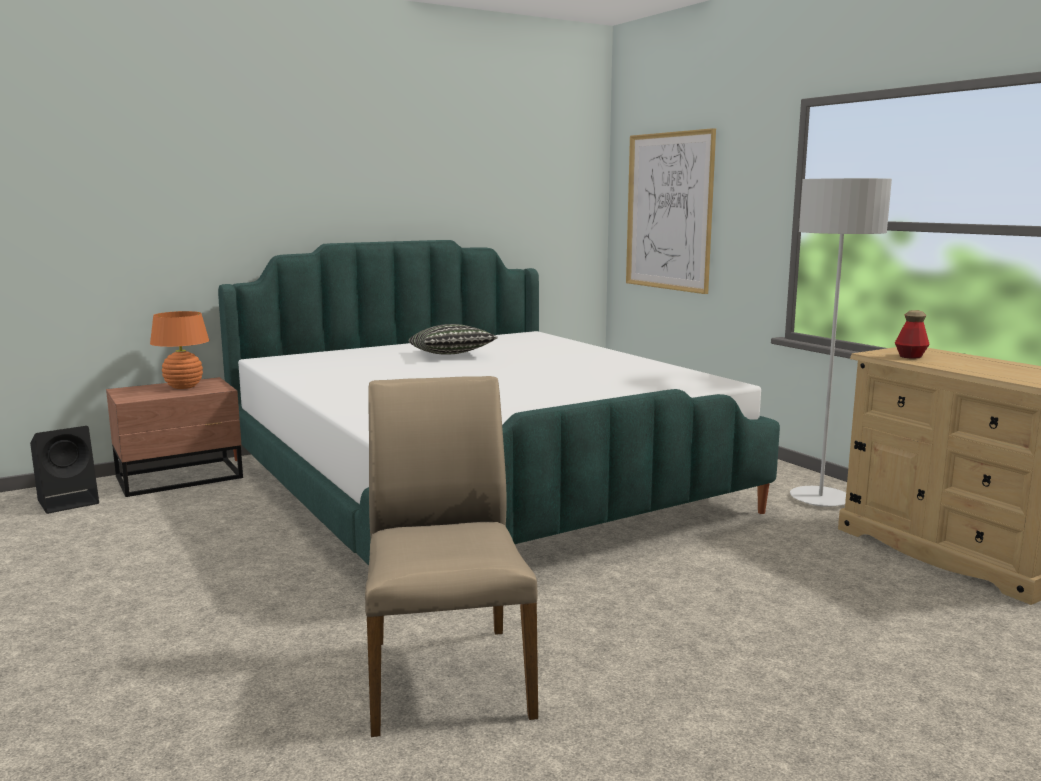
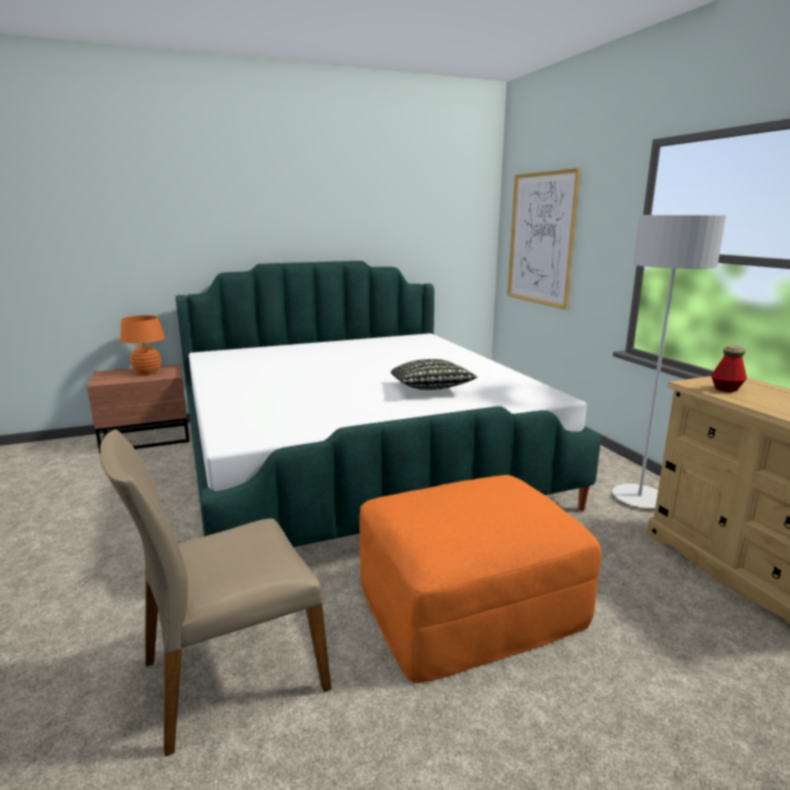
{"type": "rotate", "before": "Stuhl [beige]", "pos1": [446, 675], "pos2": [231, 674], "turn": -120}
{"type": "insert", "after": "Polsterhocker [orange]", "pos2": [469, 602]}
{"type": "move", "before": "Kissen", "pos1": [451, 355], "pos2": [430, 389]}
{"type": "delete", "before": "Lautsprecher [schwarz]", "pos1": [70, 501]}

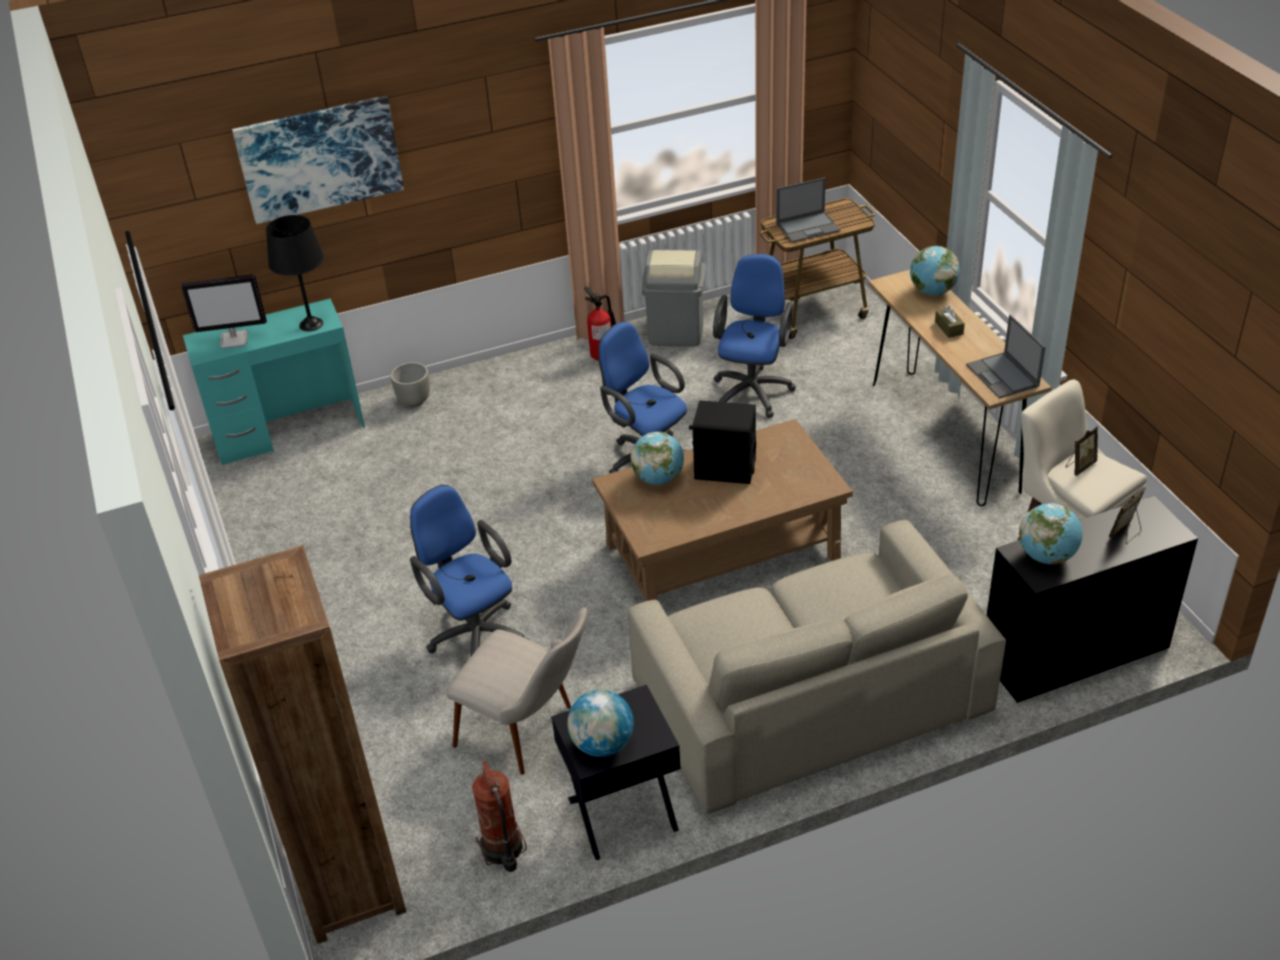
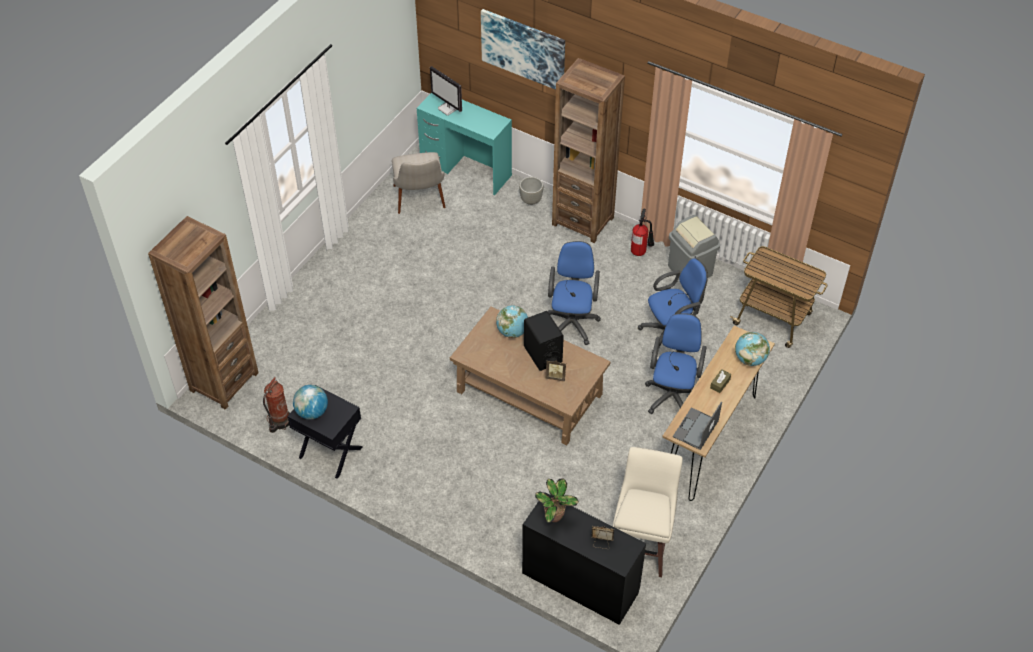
{"type": "move", "before": "Stuhl [beige]", "pos1": [530, 733], "pos2": [420, 204]}
{"type": "replace", "before": "Globus", "after": "Topfpflanze", "pos1": [1047, 556], "pos2": [555, 516]}
{"type": "move", "before": "Bilderrahmen", "pos1": [1079, 466], "pos2": [555, 377]}
{"type": "insert", "after": "Bücherregal [braun]", "pos2": [583, 221]}
{"type": "move", "before": "Bürostuhl [blau]", "pos1": [475, 634], "pos2": [673, 394]}
{"type": "delete", "before": "Tischlampe [schwarz]", "pos1": [311, 324]}
{"type": "delete", "before": "Sofa [beige]", "pos1": [808, 696]}
{"type": "delete", "before": "Laptop", "pos1": [808, 227]}

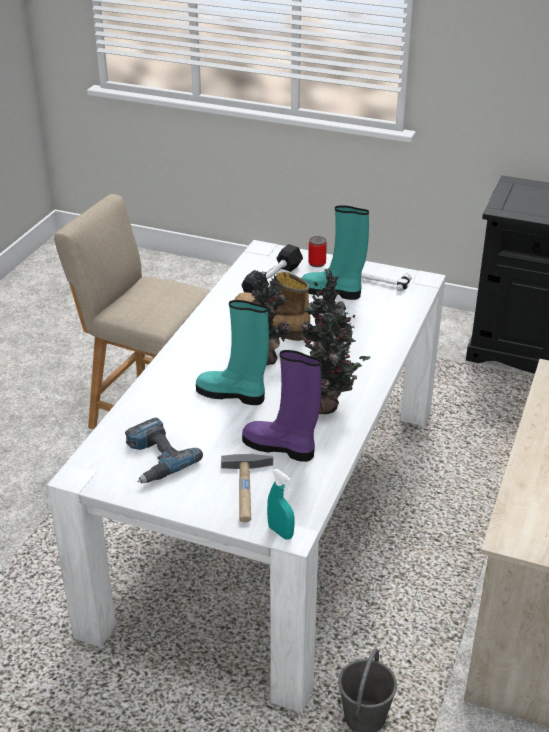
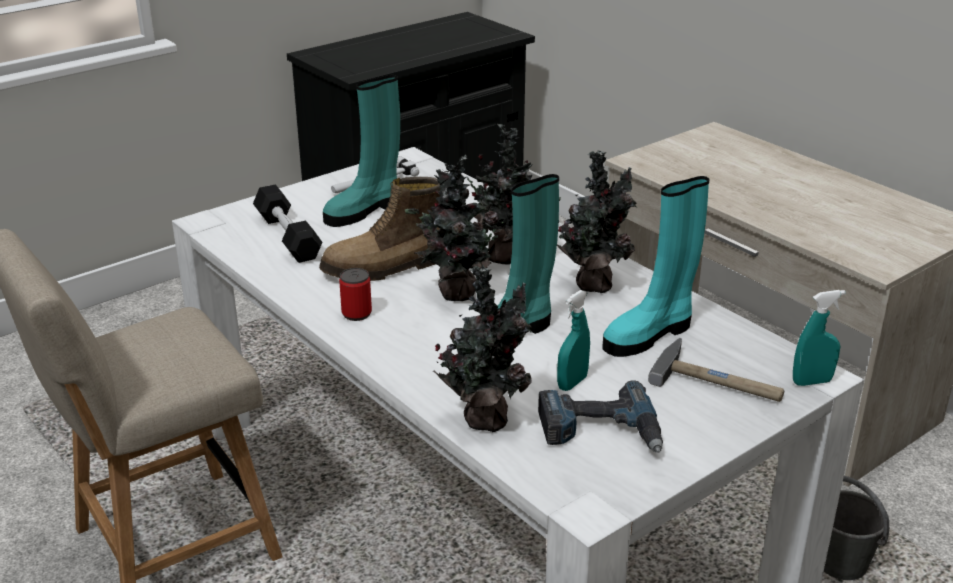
{"type": "move", "before": "Dose", "pos1": [317, 263], "pos2": [356, 314]}
{"type": "insert", "after": "Topfpflanze", "pos2": [486, 417]}
{"type": "insert", "after": "Sprühflasche [türkis]", "pos2": [572, 383]}
{"type": "recolor", "before": "Stiefel [lila]", "after": "Stiefel [türkis]", "pos1": [280, 447], "pos2": [649, 335]}

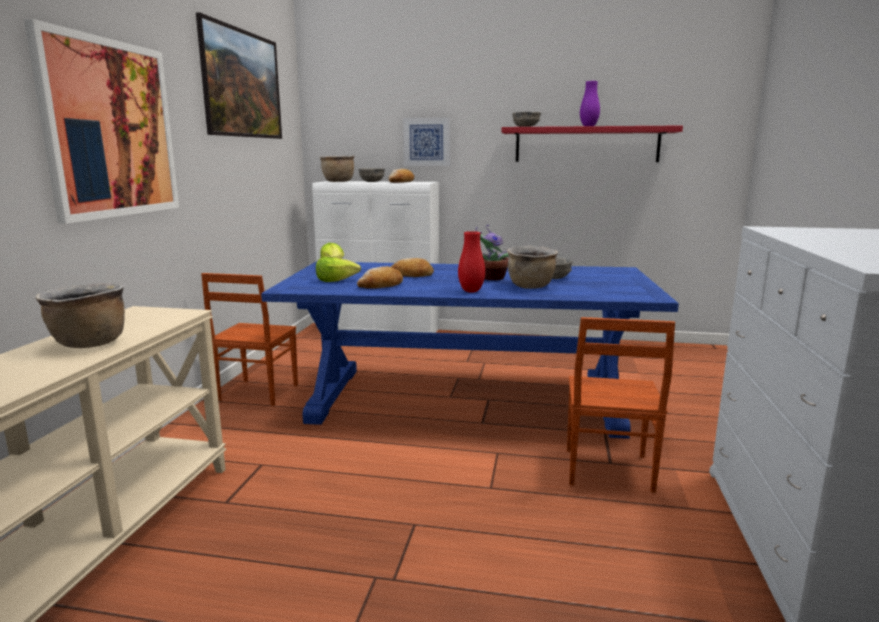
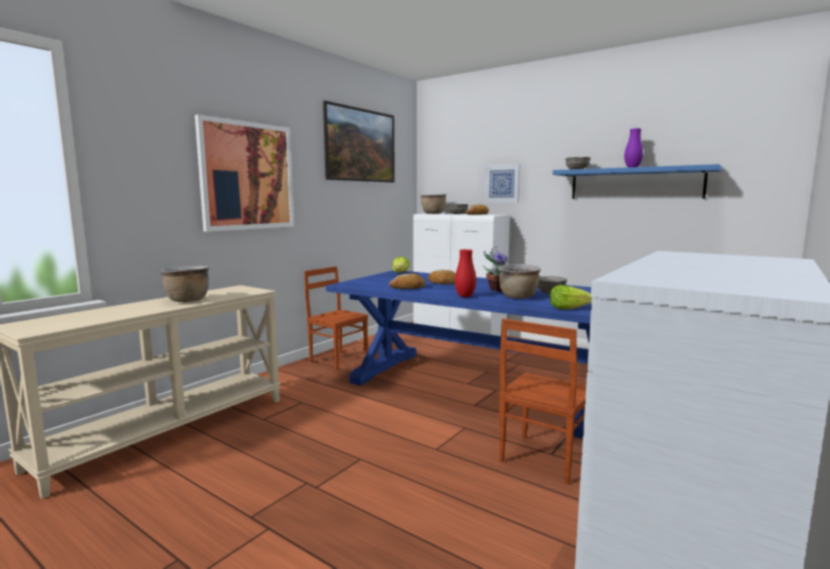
{"type": "rotate", "before": "Stuhl [braun]", "pos1": [256, 393], "pos2": [338, 359], "turn": 90}
{"type": "move", "before": "Salatkopf", "pos1": [336, 281], "pos2": [569, 308]}
{"type": "recolor", "before": "Wandregal [rot]", "after": "Wandregal [blau]", "pos1": [586, 145], "pos2": [635, 184]}

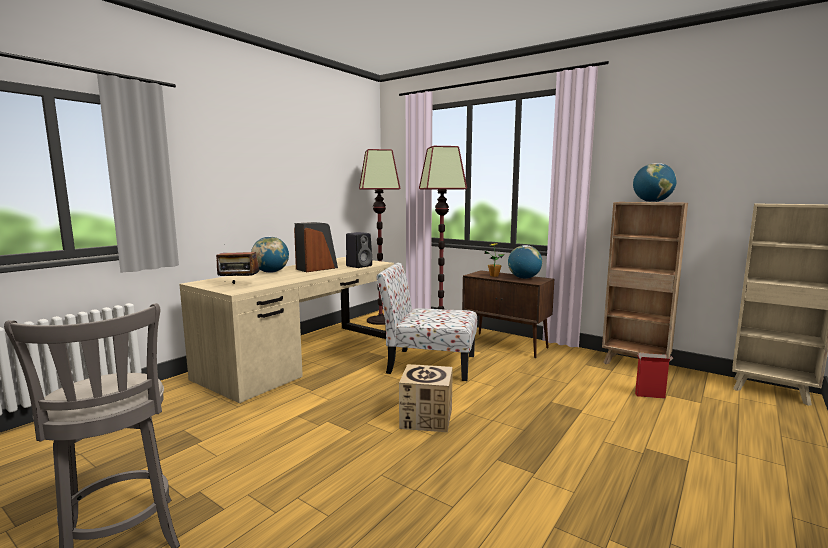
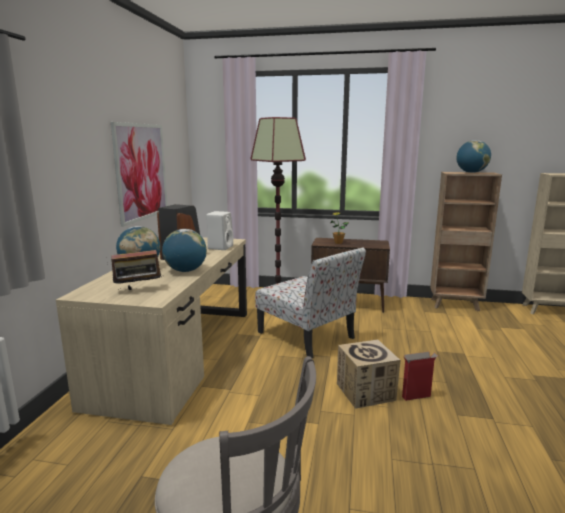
{"type": "insert", "after": "Bild", "pos2": [141, 172]}
{"type": "move", "before": "Globus", "pos1": [524, 278], "pos2": [185, 271]}
{"type": "recolor", "before": "Lautsprecher [schwarz]", "after": "Lautsprecher [weiß]", "pos1": [359, 266], "pos2": [220, 247]}
{"type": "rotate", "before": "Stuhl", "pos1": [429, 364], "pos2": [307, 336], "turn": -120}
{"type": "move", "before": "Karton", "pos1": [650, 396], "pos2": [416, 396]}
{"type": "delete", "before": "Stehlampe", "pos1": [381, 320]}

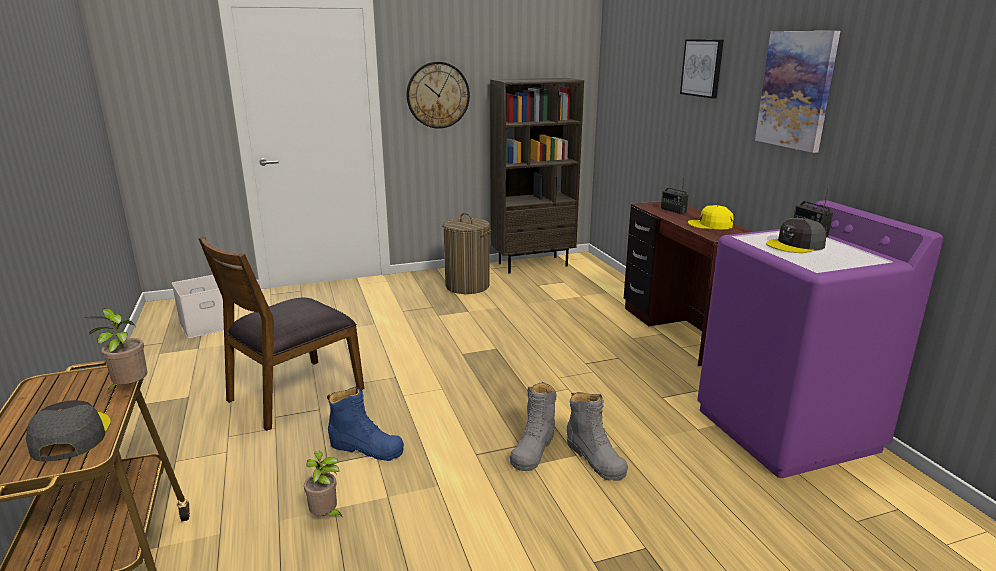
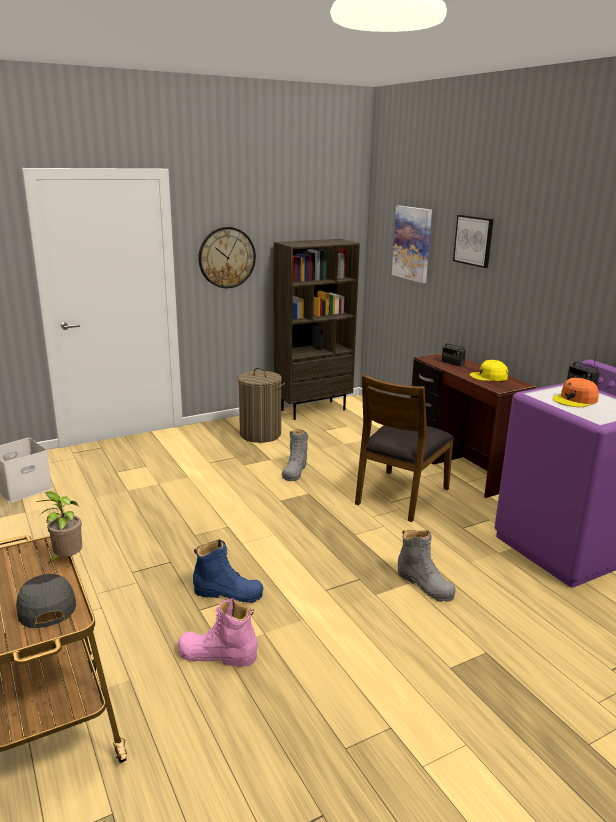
{"type": "replace", "before": "Topfpflanze", "after": "Stiefel [rosa]", "pos1": [326, 516], "pos2": [217, 655]}
{"type": "move", "before": "Stiefel [grau]", "pos1": [533, 448], "pos2": [295, 470]}
{"type": "move", "before": "Stuhl [braun]", "pos1": [294, 394], "pos2": [400, 495]}
{"type": "move", "before": "Bild", "pos1": [796, 90], "pos2": [412, 243]}
{"type": "recolor", "before": "Kappe [grau]", "after": "Kappe [orange]", "pos1": [796, 245], "pos2": [575, 400]}

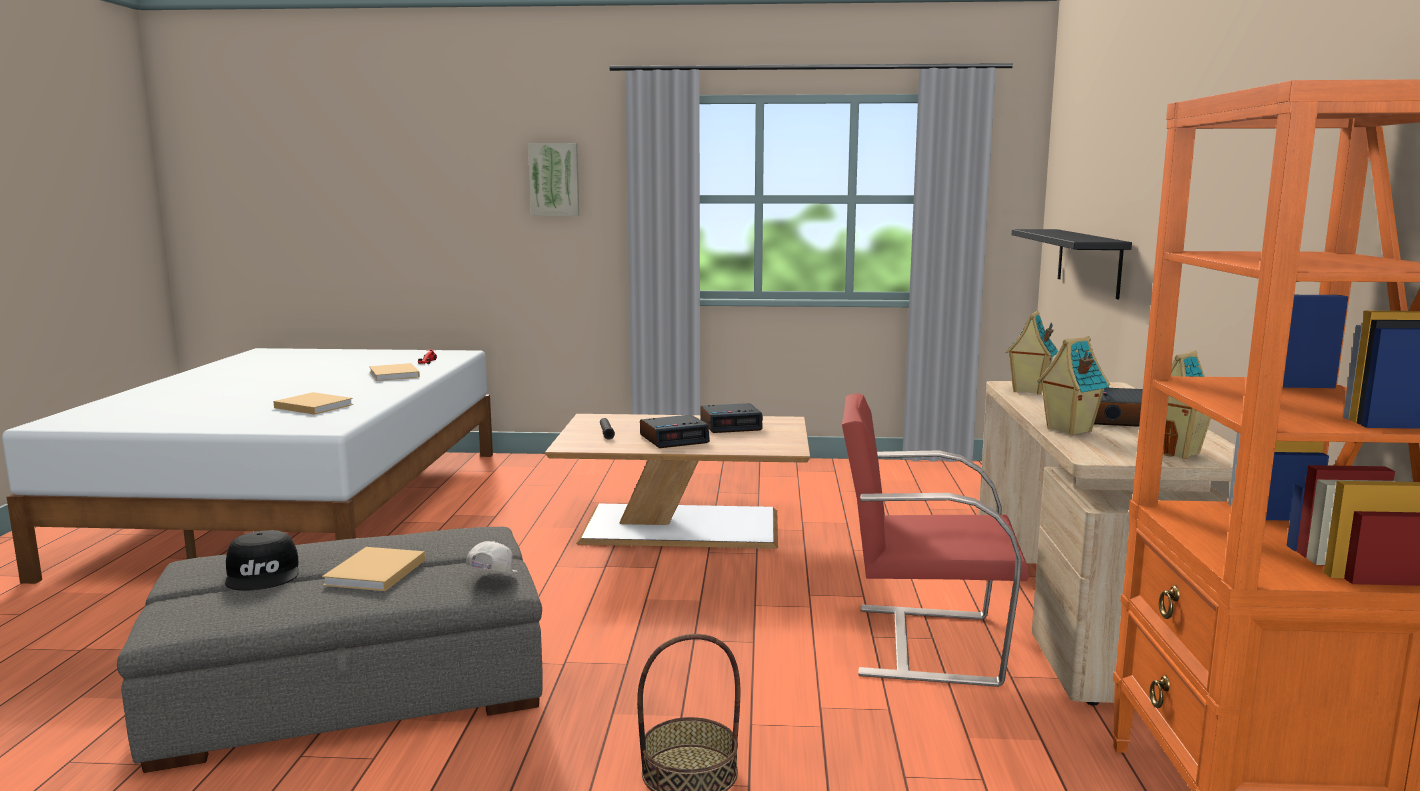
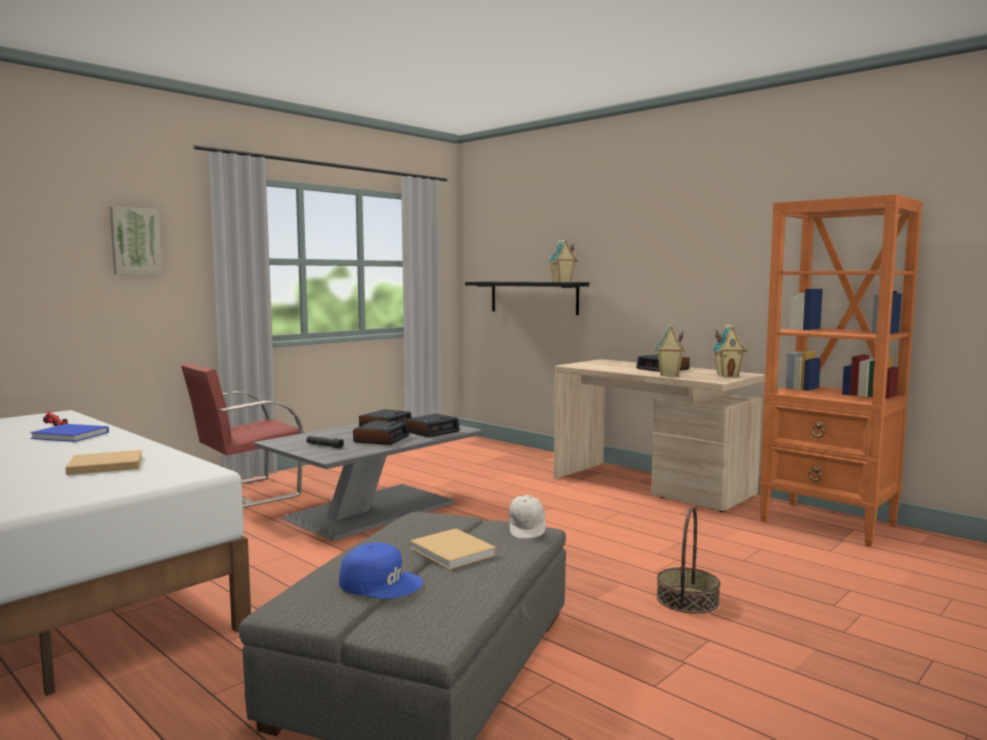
{"type": "recolor", "before": "Buch [beige]", "after": "Buch [blau]", "pos1": [394, 375], "pos2": [72, 435]}
{"type": "move", "before": "Stuhl [rot]", "pos1": [922, 643], "pos2": [246, 493]}
{"type": "recolor", "before": "Couchtisch [braun]", "after": "Couchtisch [grau]", "pos1": [685, 526], "pos2": [374, 509]}
{"type": "recolor", "before": "Kappe [schwarz]", "after": "Kappe [blau]", "pos1": [264, 573], "pos2": [381, 583]}
{"type": "insert", "after": "Wecker", "pos2": [431, 431]}
{"type": "rotate", "before": "Kappe [weiß]", "pos1": [491, 582], "pos2": [527, 530], "turn": -135}
{"type": "move", "before": "Spielzeughaus", "pos1": [1028, 391], "pos2": [562, 281]}

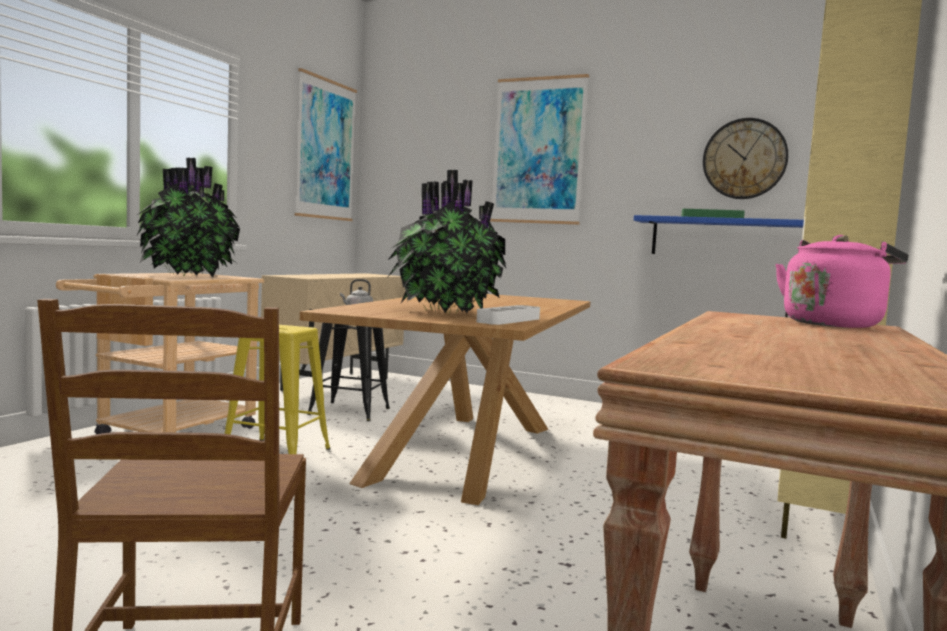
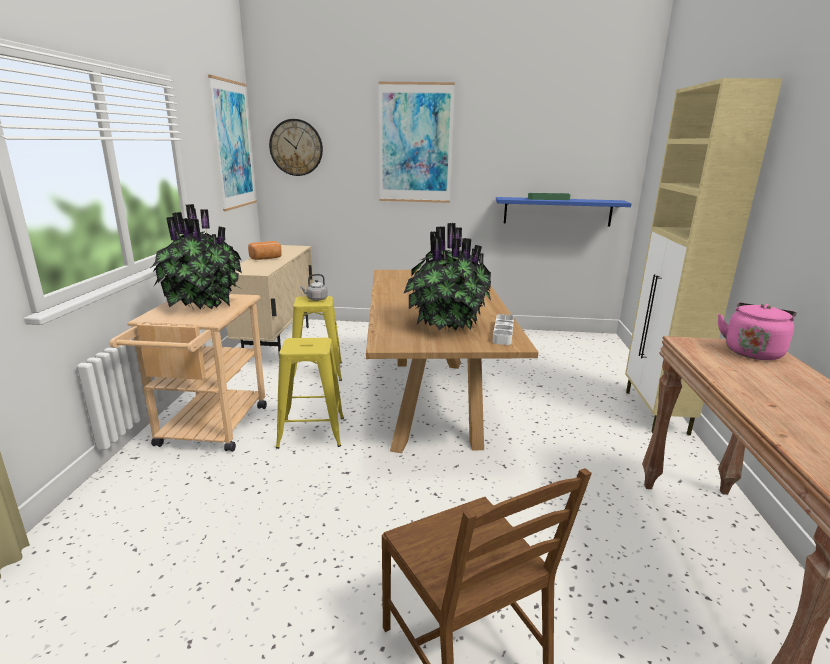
{"type": "insert", "after": "Brot", "pos2": [266, 258]}
{"type": "move", "before": "Wanduhr", "pos1": [744, 159], "pos2": [296, 147]}
{"type": "recolor", "before": "Hocker [schwarz]", "after": "Hocker [gelb]", "pos1": [349, 411], "pos2": [317, 372]}

